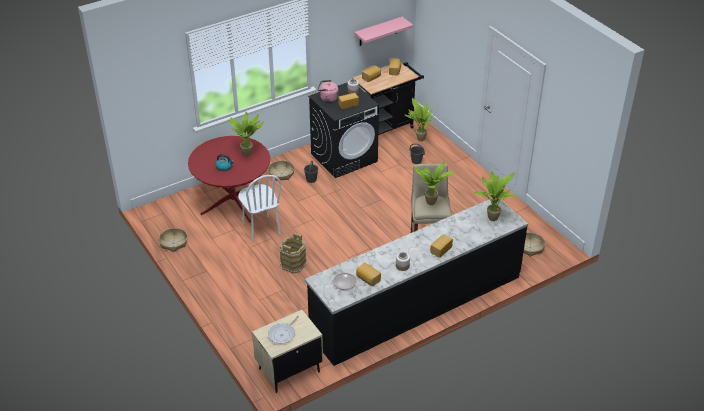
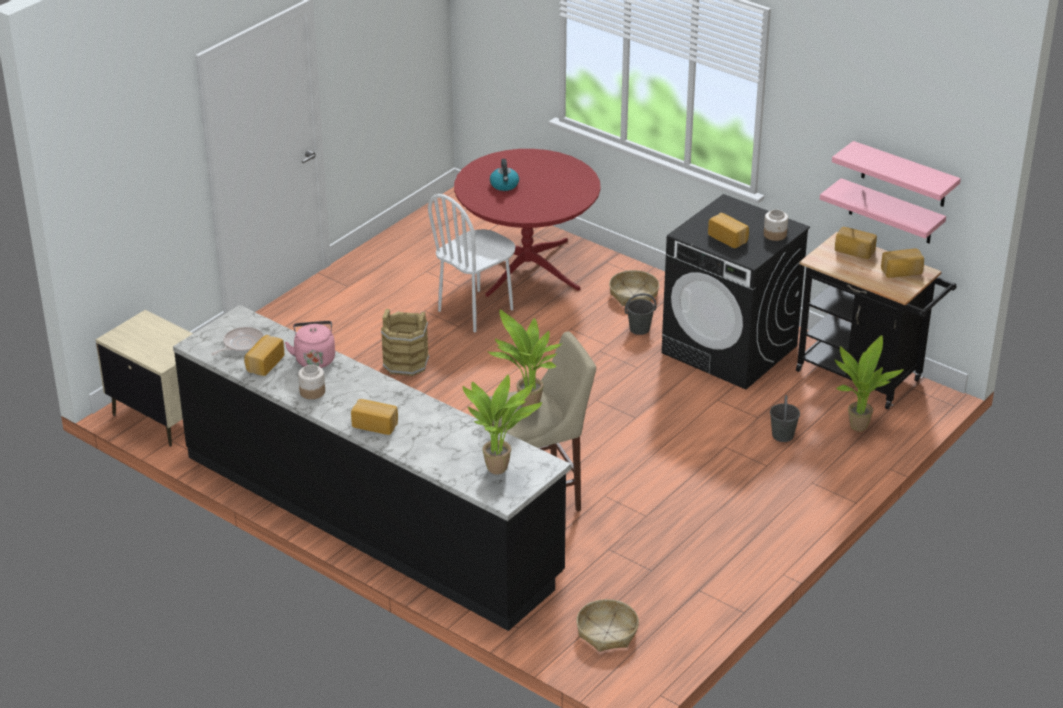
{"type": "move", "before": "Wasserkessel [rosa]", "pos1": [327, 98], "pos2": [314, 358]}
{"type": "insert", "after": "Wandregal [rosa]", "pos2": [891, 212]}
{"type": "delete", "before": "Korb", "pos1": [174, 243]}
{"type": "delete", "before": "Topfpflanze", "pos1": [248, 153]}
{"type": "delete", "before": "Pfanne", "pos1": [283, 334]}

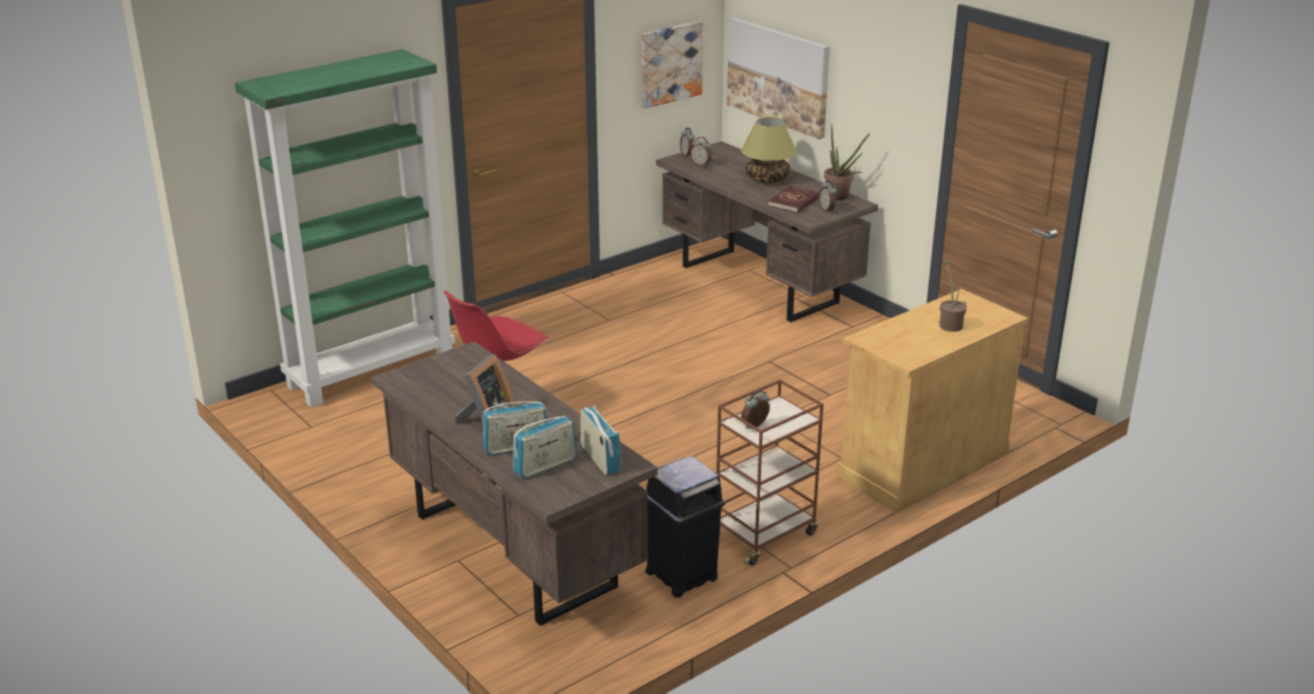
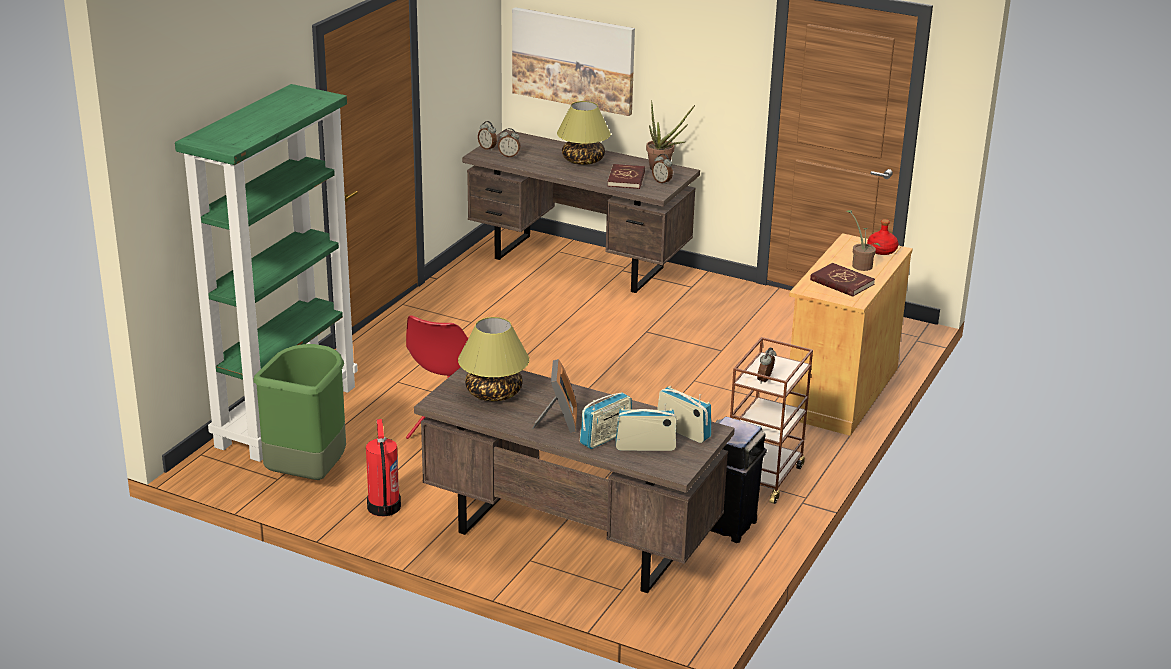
{"type": "insert", "after": "Mülleimer [grün]", "pos2": [308, 473]}
{"type": "insert", "after": "Feuerlöscher", "pos2": [383, 507]}
{"type": "insert", "after": "Tischlampe", "pos2": [493, 393]}
{"type": "rotate", "before": "Radio", "pos1": [545, 466], "pos2": [645, 447], "turn": -120}
{"type": "insert", "after": "Buch [rot]", "pos2": [841, 282]}
{"type": "insert", "after": "Flasche [rot]", "pos2": [882, 250]}
{"type": "delete", "before": "Bild", "pos1": [670, 63]}

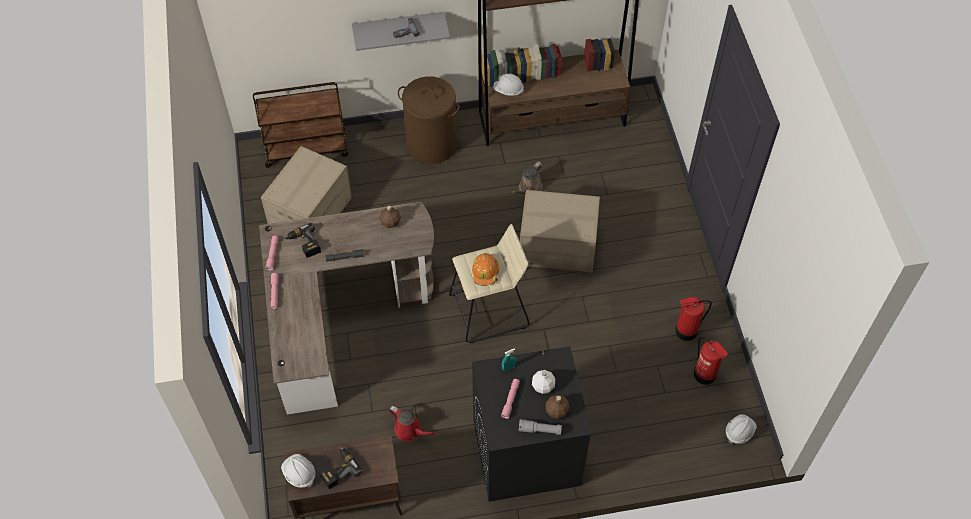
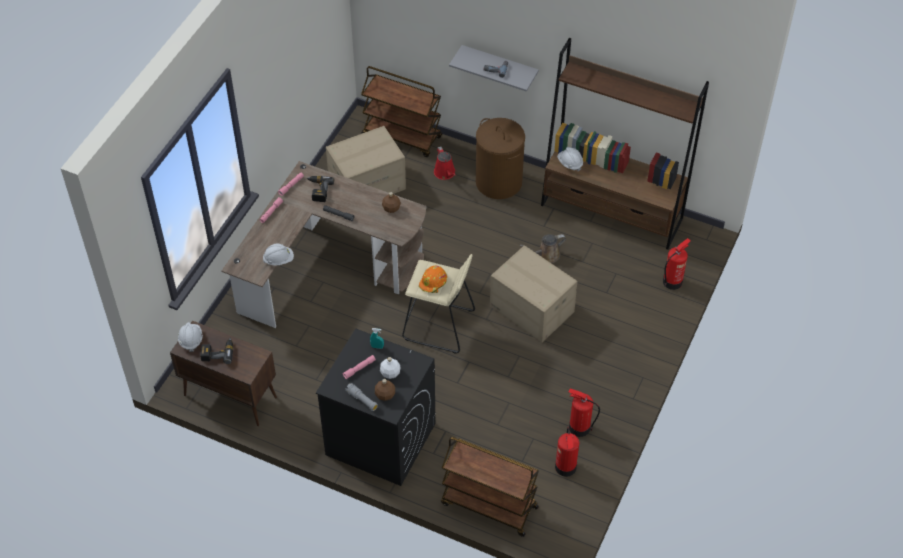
{"type": "move", "before": "Schutzhelm [weiß]", "pos1": [739, 432], "pos2": [279, 260]}
{"type": "move", "before": "Gießkanne [rot]", "pos1": [410, 430], "pos2": [445, 173]}
{"type": "insert", "after": "Rollwagen [braun]", "pos2": [488, 505]}
{"type": "insert", "after": "Feuerlöscher", "pos2": [672, 281]}

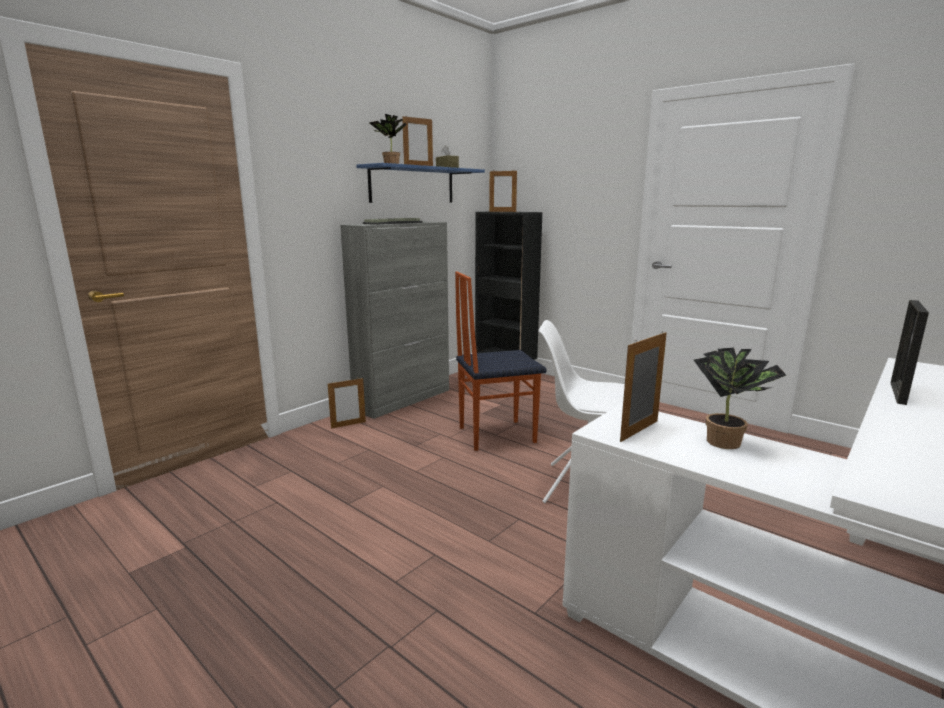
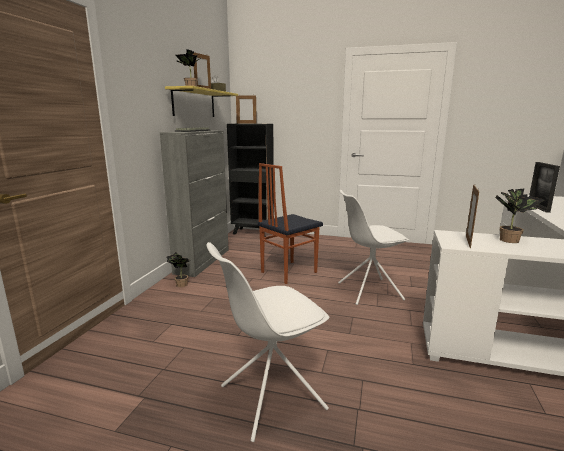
{"type": "recolor", "before": "Wandregal [blau]", "after": "Wandregal [gelb]", "pos1": [412, 185], "pos2": [194, 103]}
{"type": "replace", "before": "Bilderrahmen", "after": "Topfpflanze", "pos1": [348, 425], "pos2": [180, 284]}
{"type": "insert", "after": "Stuhl [weiß]", "pos2": [270, 398]}

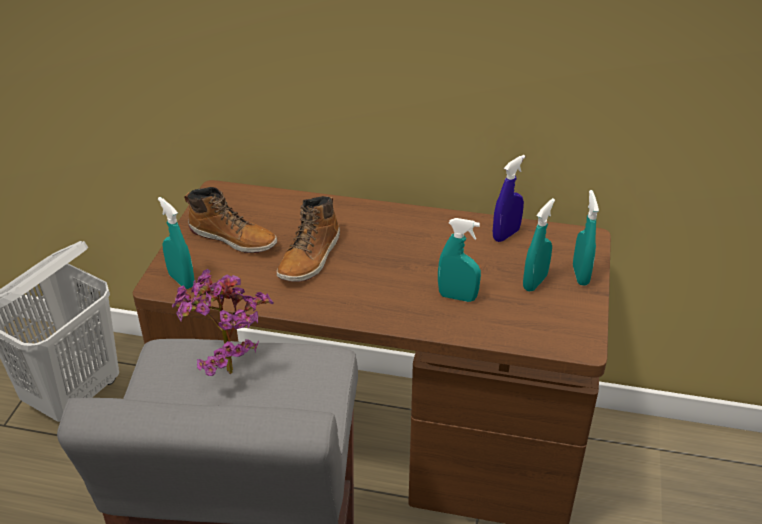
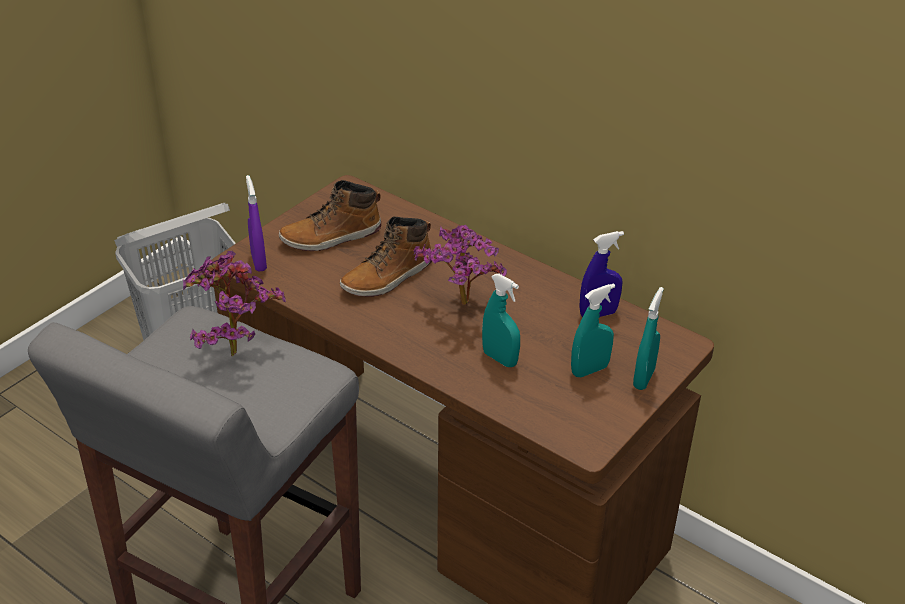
{"type": "recolor", "before": "Sprühflasche [türkis]", "after": "Sprühflasche [lila]", "pos1": [181, 280], "pos2": [259, 262]}
{"type": "rotate", "before": "Stiefel", "pos1": [233, 238], "pos2": [331, 237], "turn": 105}
{"type": "insert", "after": "Topfpflanze", "pos2": [461, 307]}

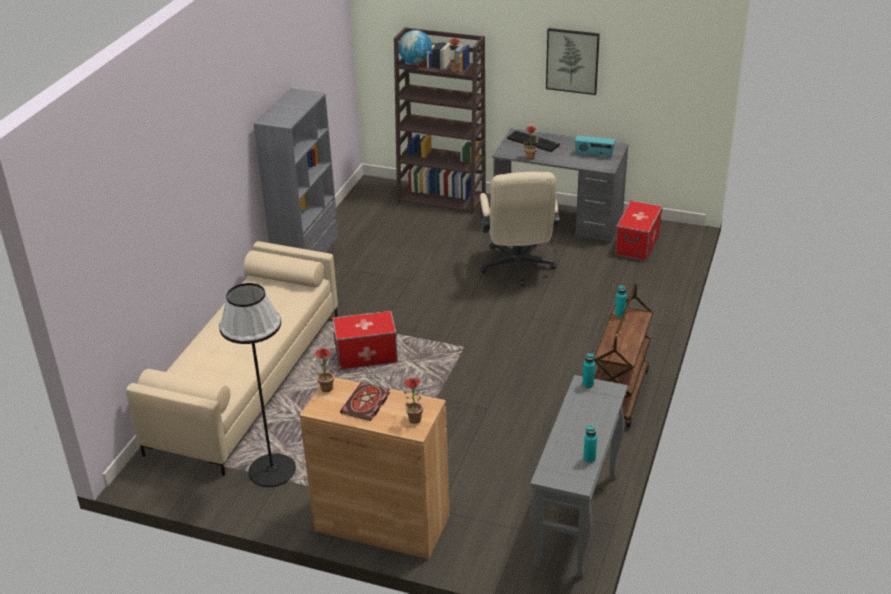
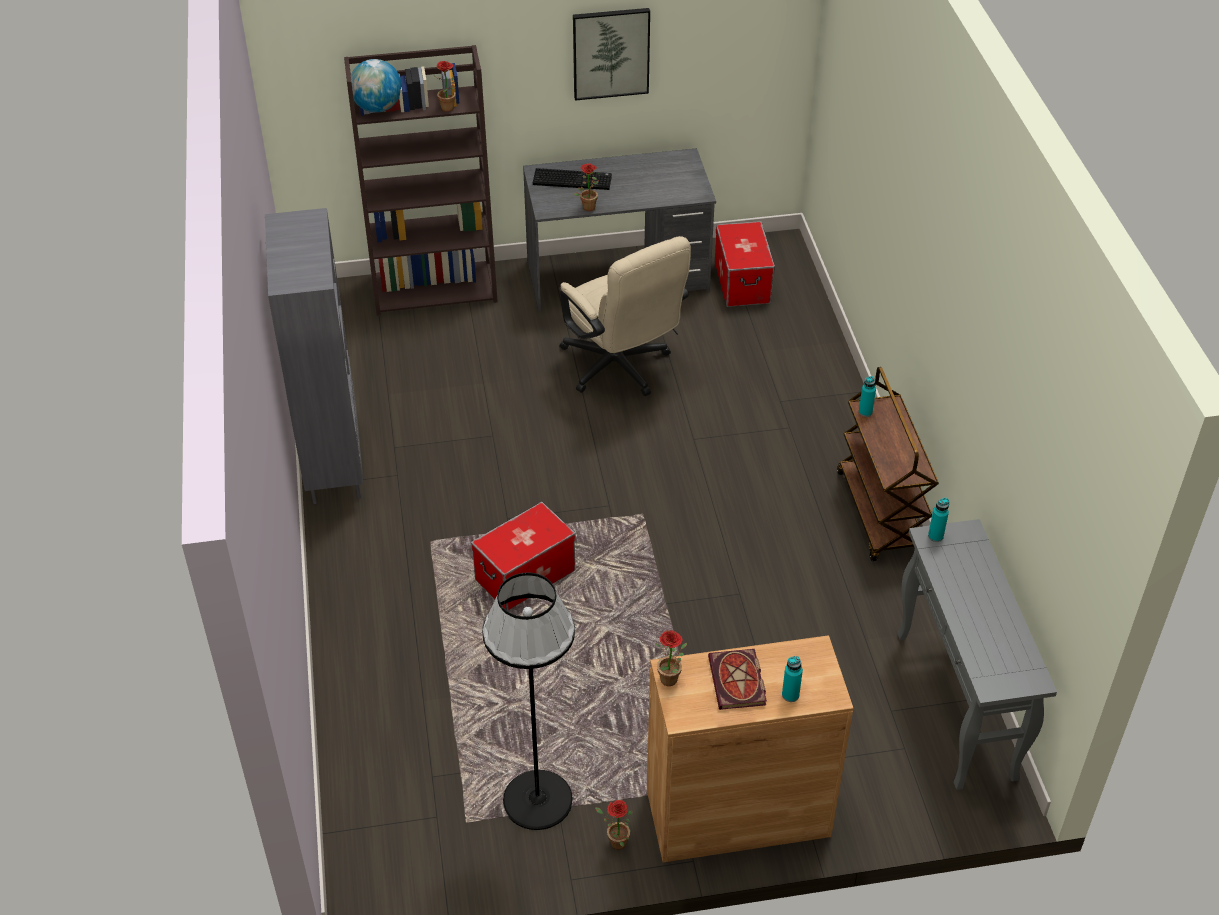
{"type": "move", "before": "Topfpflanze", "pos1": [412, 418], "pos2": [614, 842]}
{"type": "move", "before": "Flasche [türkis]", "pos1": [589, 458], "pos2": [790, 695]}
{"type": "delete", "before": "Sofa [beige]", "pos1": [247, 380]}
{"type": "delete", "before": "Radio", "pos1": [594, 155]}

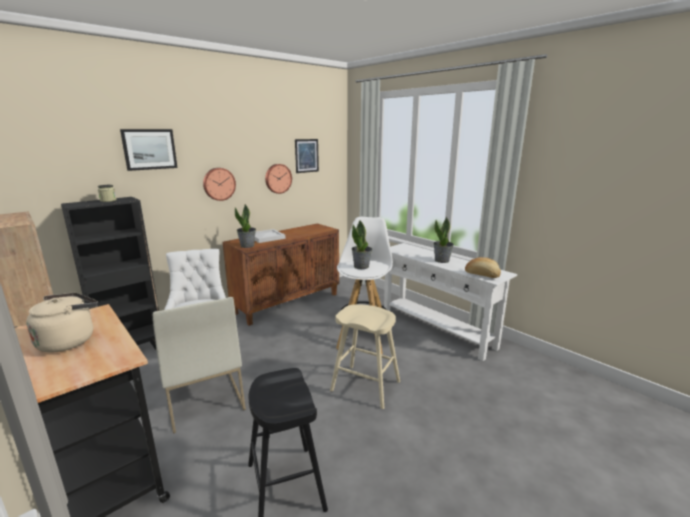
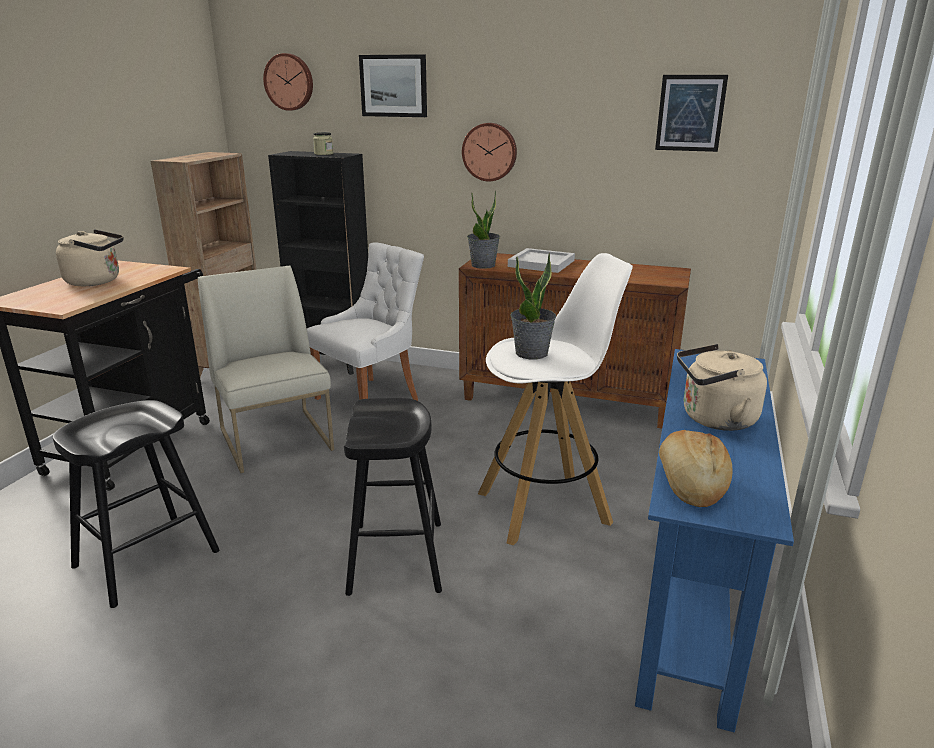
{"type": "rotate", "before": "Stuhl [weiß]", "pos1": [203, 398], "pos2": [277, 440], "turn": 120}
{"type": "move", "before": "Wanduhr", "pos1": [278, 178], "pos2": [289, 82]}
{"type": "recolor", "before": "Hocker [beige]", "after": "Hocker [schwarz]", "pos1": [365, 386], "pos2": [396, 557]}
{"type": "recolor", "before": "Konsolentisch [weiß]", "after": "Konsolentisch [blau]", "pos1": [436, 330], "pos2": [692, 594]}
{"type": "replace", "before": "Topfpflanze", "after": "Wasserkessel [beige]", "pos1": [442, 260], "pos2": [714, 419]}

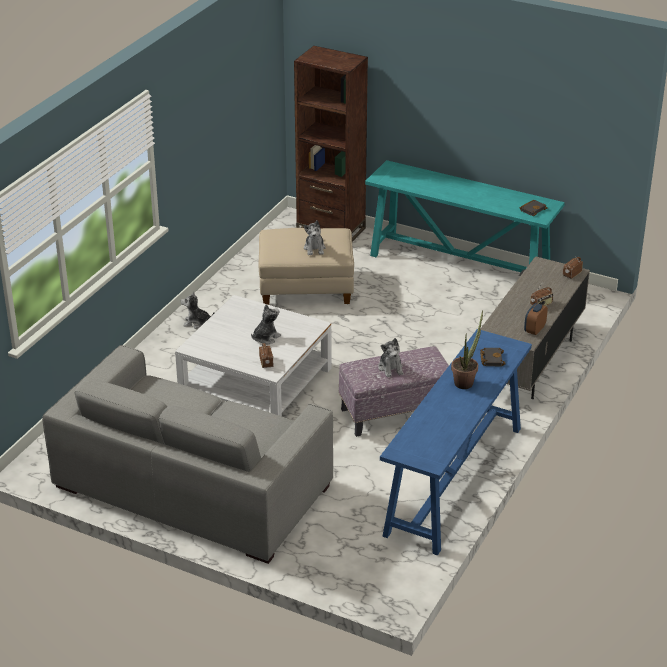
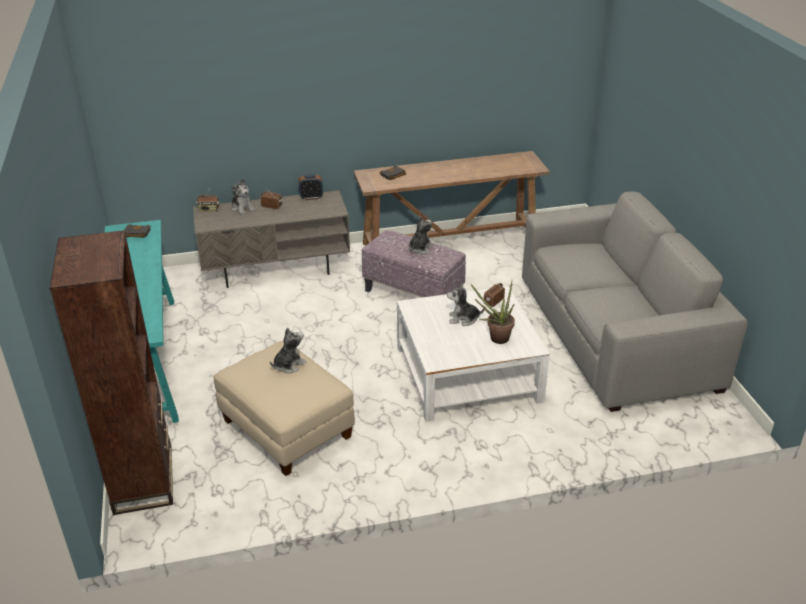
{"type": "move", "before": "Plüschtier", "pos1": [197, 323], "pos2": [243, 208]}
{"type": "recolor", "before": "Konsolentisch [blau]", "after": "Konsolentisch [braun]", "pos1": [454, 481], "pos2": [450, 244]}
{"type": "move", "before": "Topfpflanze", "pos1": [465, 381], "pos2": [495, 338]}

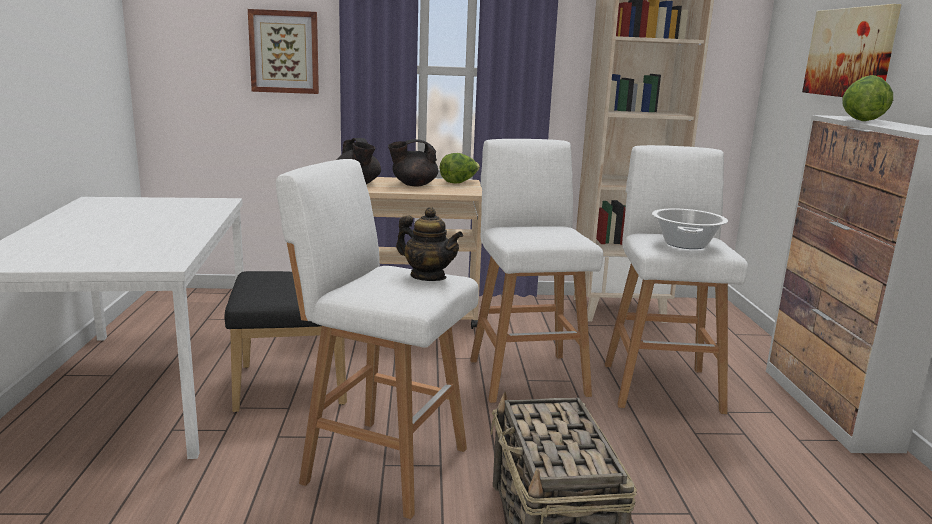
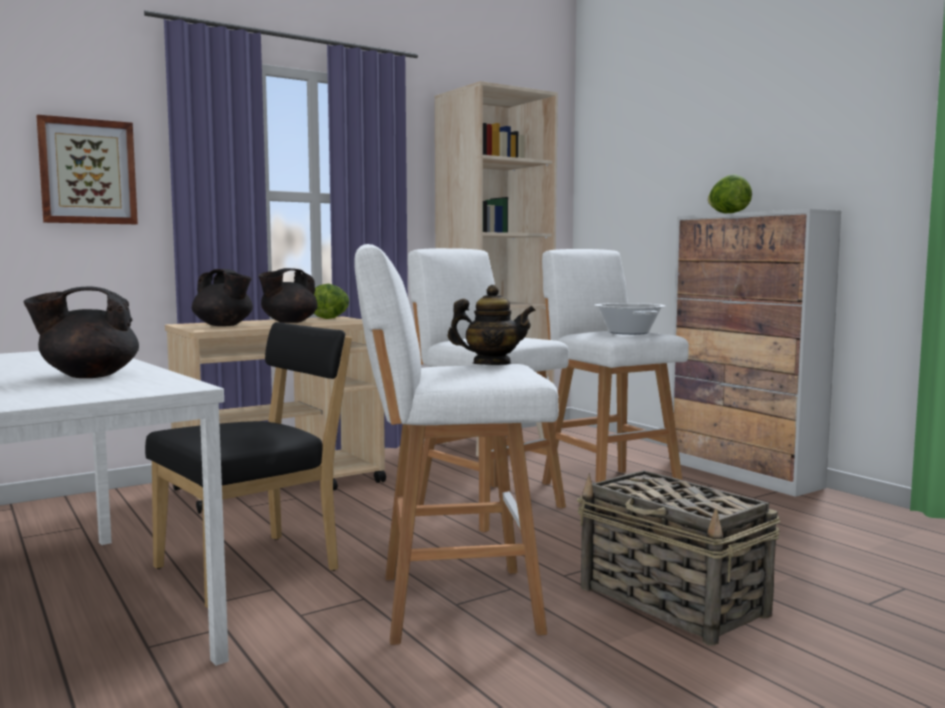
{"type": "insert", "after": "Teekanne [schwarz]", "pos2": [88, 376]}
{"type": "delete", "before": "Bild", "pos1": [850, 53]}

